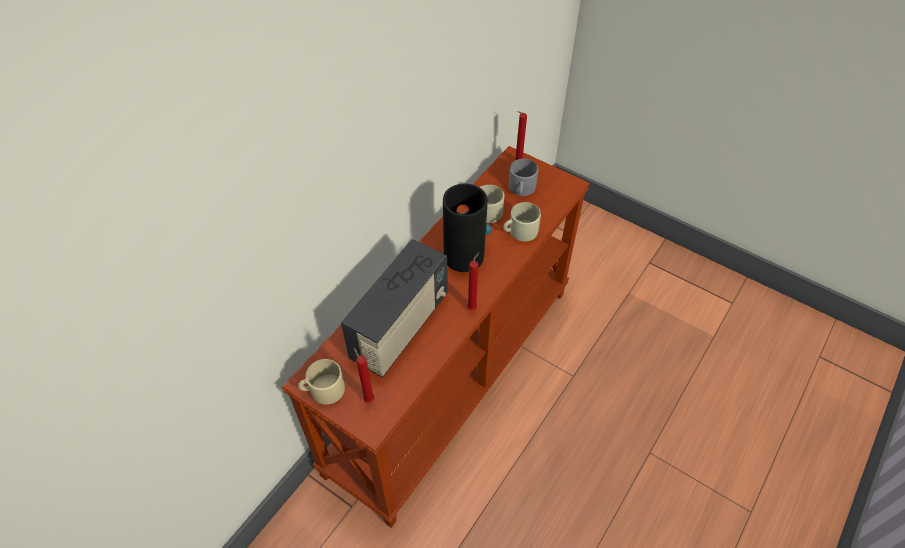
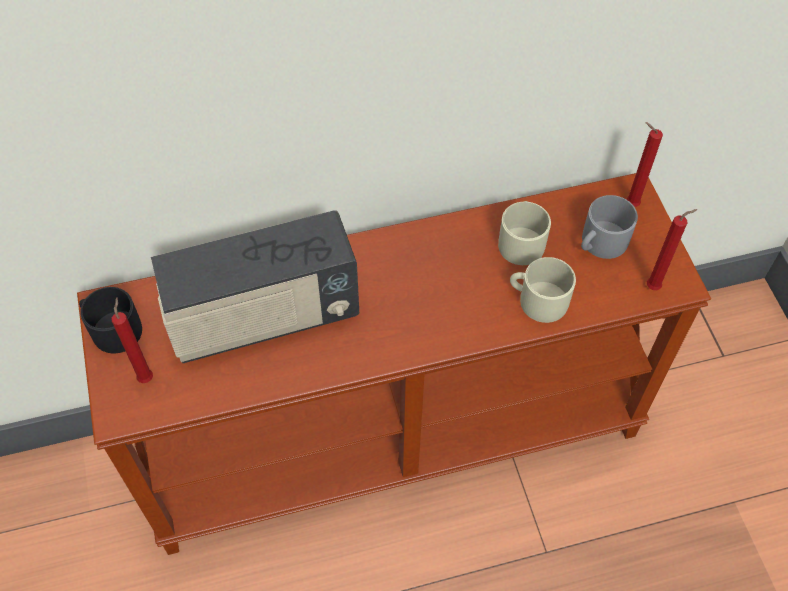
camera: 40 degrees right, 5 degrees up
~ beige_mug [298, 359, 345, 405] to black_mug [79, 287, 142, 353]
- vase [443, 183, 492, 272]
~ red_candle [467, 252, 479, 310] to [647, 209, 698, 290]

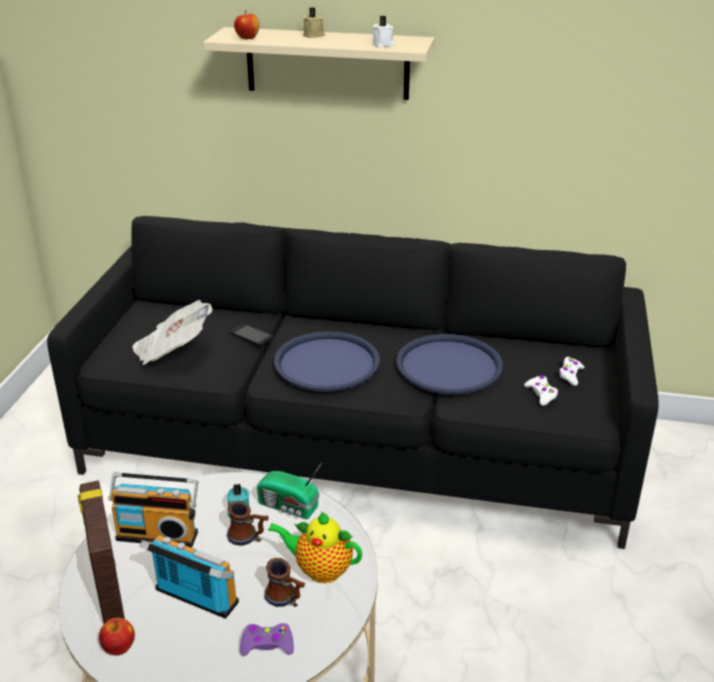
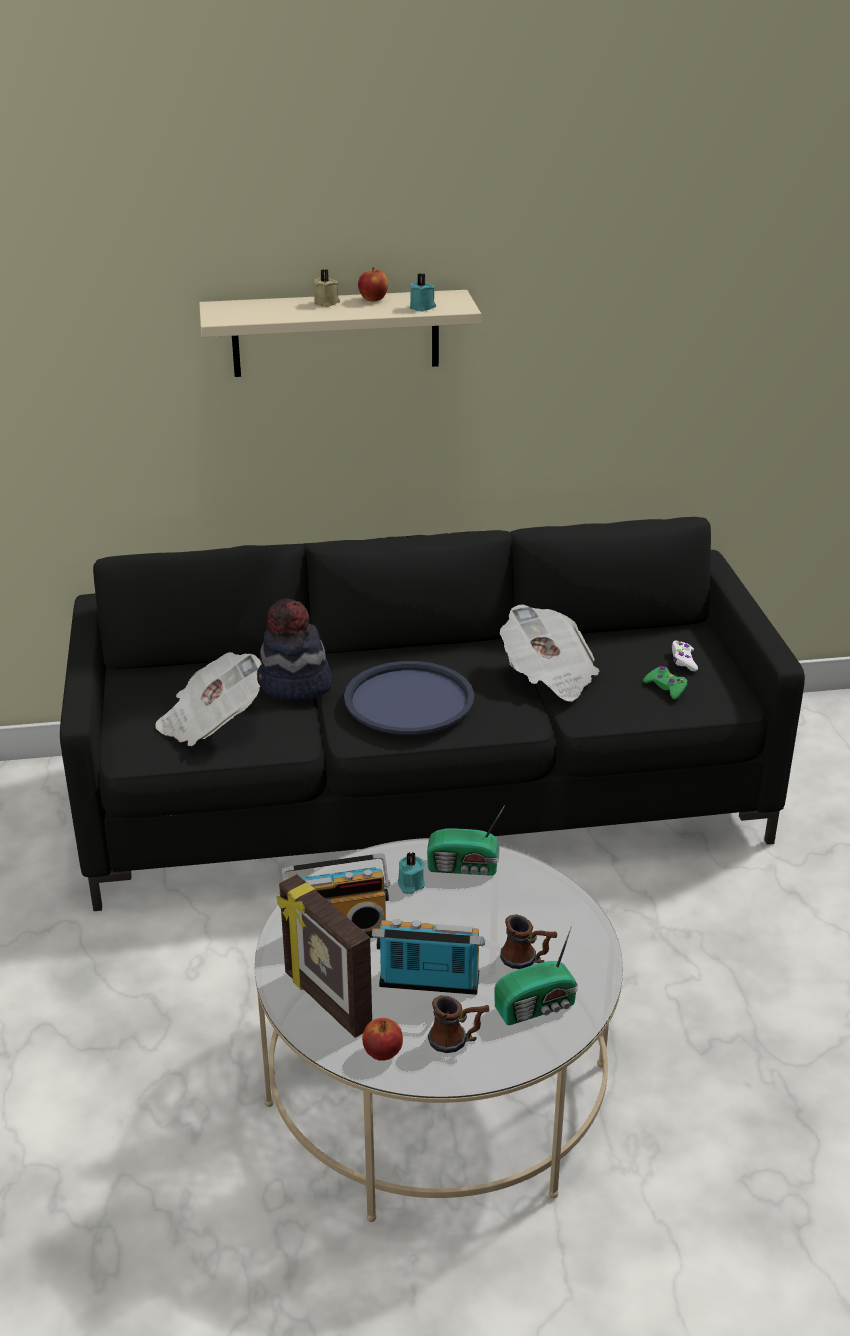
camera: 20 degrees left, 0 degrees up
~ mug [227, 501, 268, 546] to [428, 995, 489, 1053]
~ phone [229, 323, 274, 346] to hat [258, 598, 332, 701]
~ apple [234, 10, 259, 39] to [358, 267, 388, 301]
~ purple_game_controller [240, 623, 294, 656] to radio [494, 926, 578, 1025]
- teapot [268, 511, 362, 583]
~ white_candle [372, 16, 395, 48] to turquoise_candle [410, 273, 436, 312]
~ blue_tray [396, 334, 503, 394] to newspaper [500, 604, 600, 702]
~ white_game_controller [524, 375, 559, 406] to green_game_controller [643, 666, 688, 700]

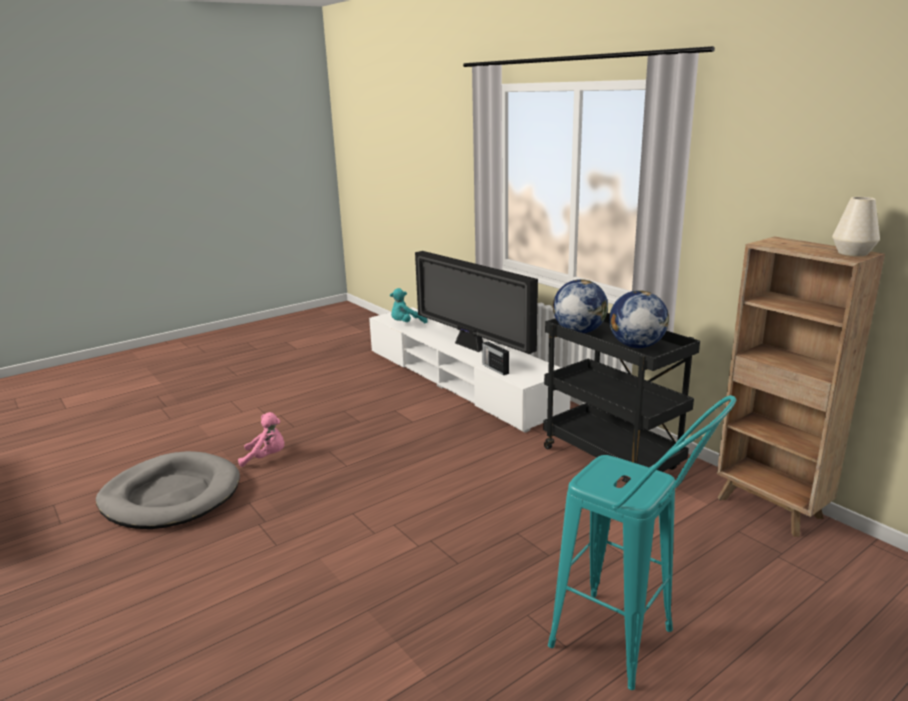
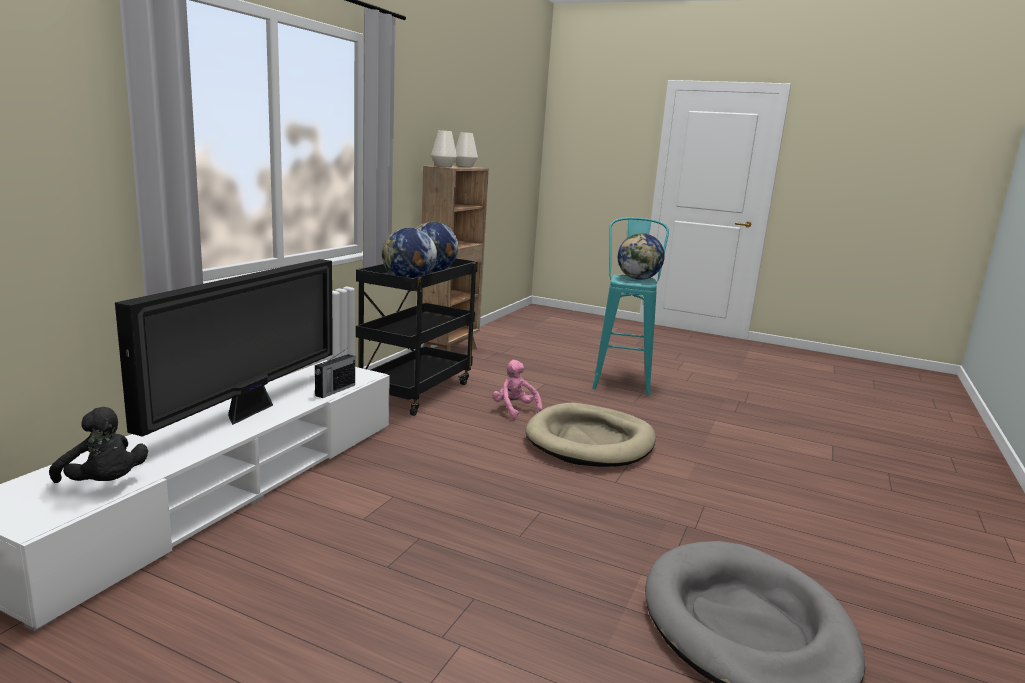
camera: 120 degrees left, 5 degrees down
~ pink_plush_toy [238, 412, 284, 467] to [492, 360, 543, 419]
~ turquoise_plush_toy [390, 288, 427, 323] to black_plush_toy [49, 407, 148, 483]
+ white_vase [431, 130, 457, 167]
+ beige_dog_bed [526, 403, 656, 467]
+ globe [618, 233, 665, 280]

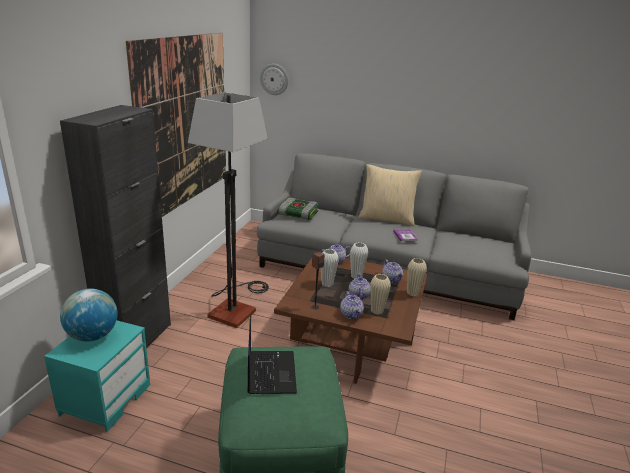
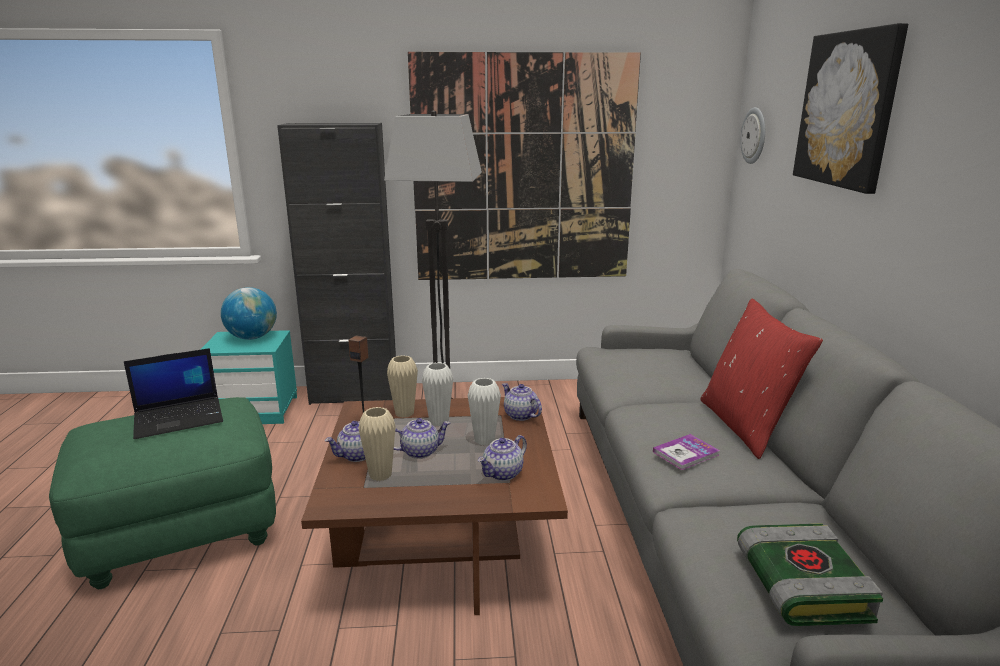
camera: 70 degrees right, 5 degrees down
~ book [277, 197, 319, 220] to [737, 523, 883, 626]
~ beige_pillow [359, 164, 422, 226] to red_pillow [700, 299, 823, 459]
~ beige_vase [407, 258, 427, 296] to [387, 355, 418, 418]
+ picture [793, 23, 908, 194]

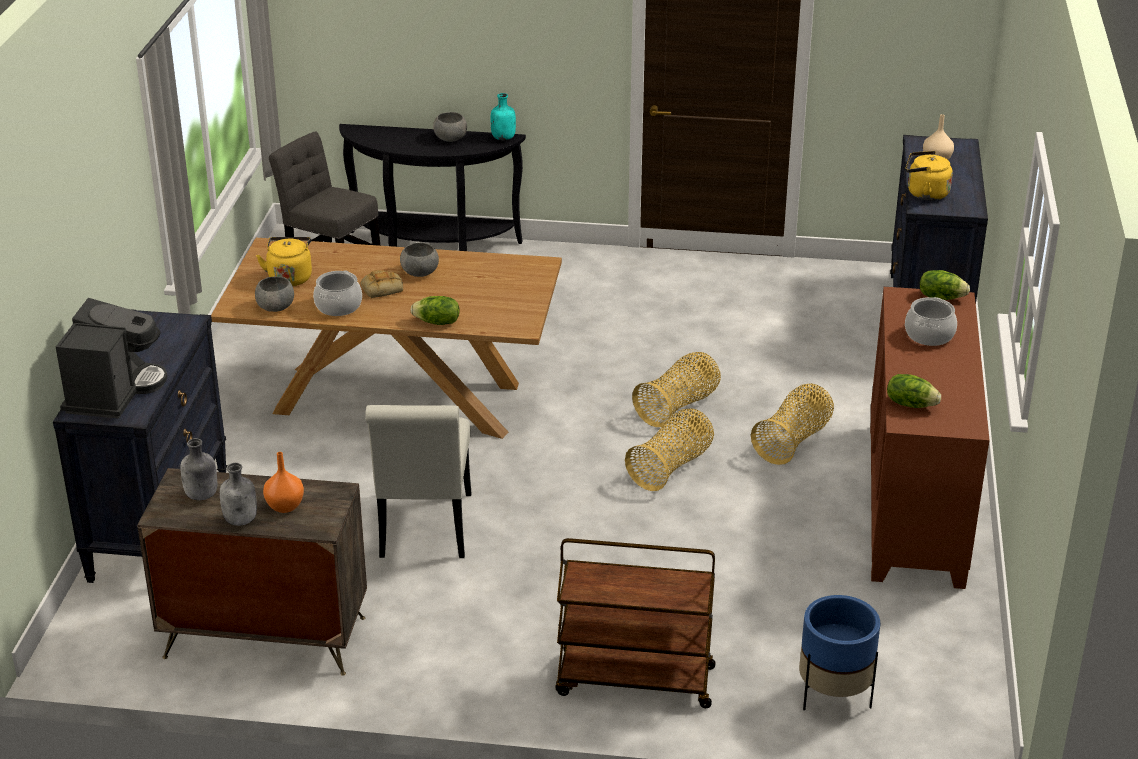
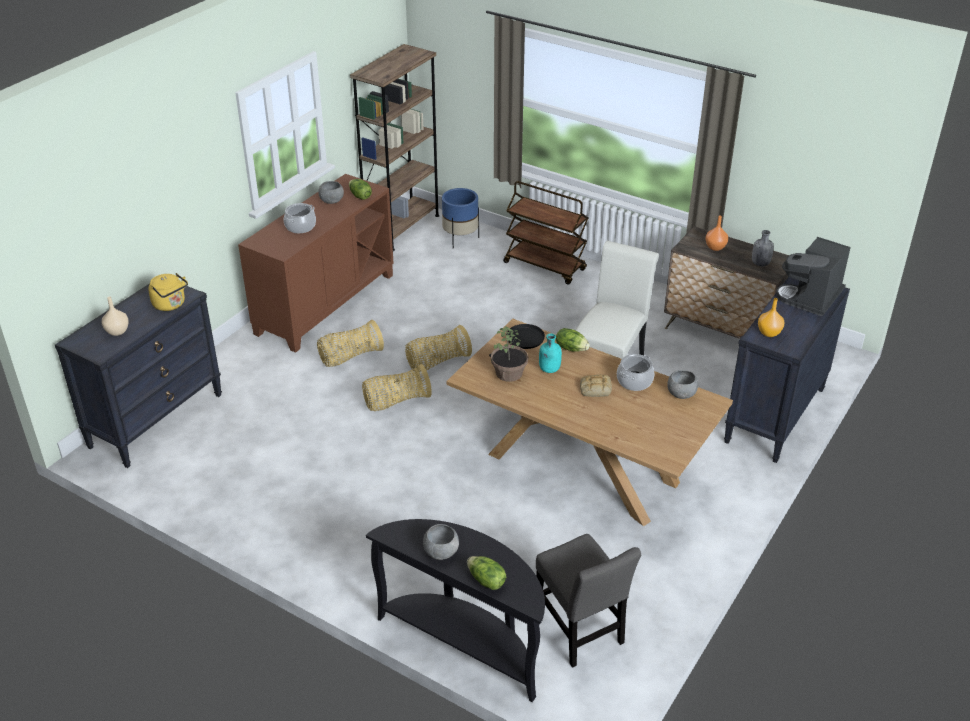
camera: 155 degrees left, 5 degrees up
- grey_bottle [220, 463, 257, 526]
- yellow_kettle [256, 237, 312, 286]
~ grey_bowl [400, 242, 439, 277] to [318, 181, 344, 204]
~ turquoise_bottle [491, 93, 516, 141] to [539, 333, 562, 373]
~ lettuce [920, 270, 970, 300] to [467, 556, 506, 590]
+ brown_bookcase [350, 44, 439, 251]
+ black_frying_pan [489, 324, 545, 357]
+ potted_plant [491, 327, 528, 382]
+ orange_vase [758, 298, 784, 337]

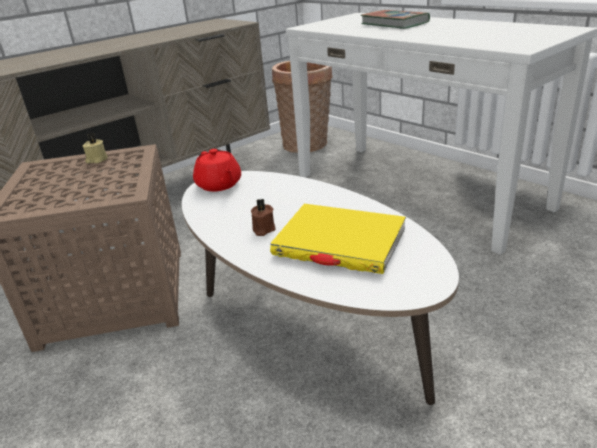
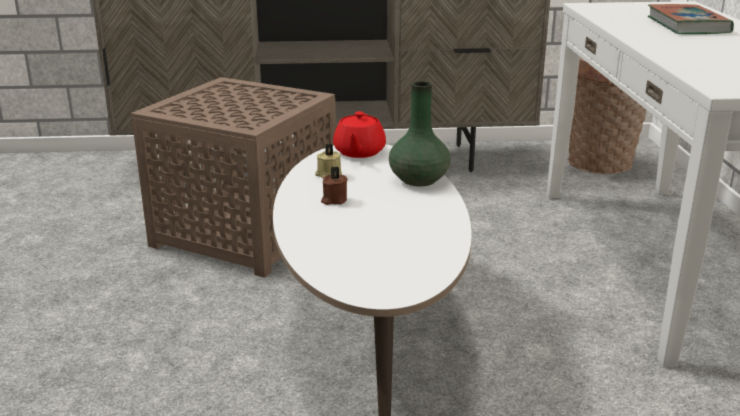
camera: 35 degrees right, 5 degrees down
~ beige_candle [82, 133, 108, 164] to [315, 144, 342, 179]
- yellow_book [270, 204, 406, 274]
+ green_vase [389, 81, 451, 187]

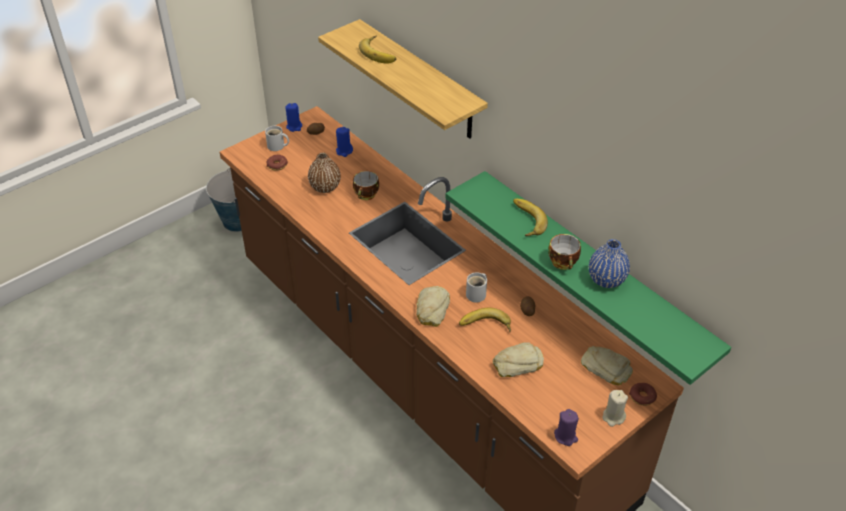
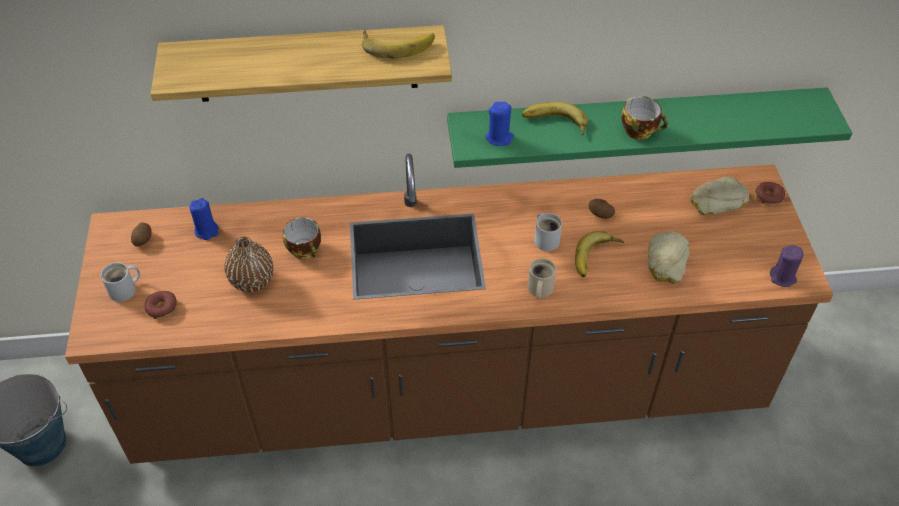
camera: 55 degrees left, 5 degrees up
~ blue_candle [286, 103, 302, 132] to [485, 102, 514, 146]
~ banana [359, 35, 396, 64] to [362, 30, 435, 59]
~ bread [416, 286, 450, 327] to beige_mug [528, 258, 556, 299]
- blue_vase [589, 239, 630, 288]
- beige_candle [603, 390, 628, 427]

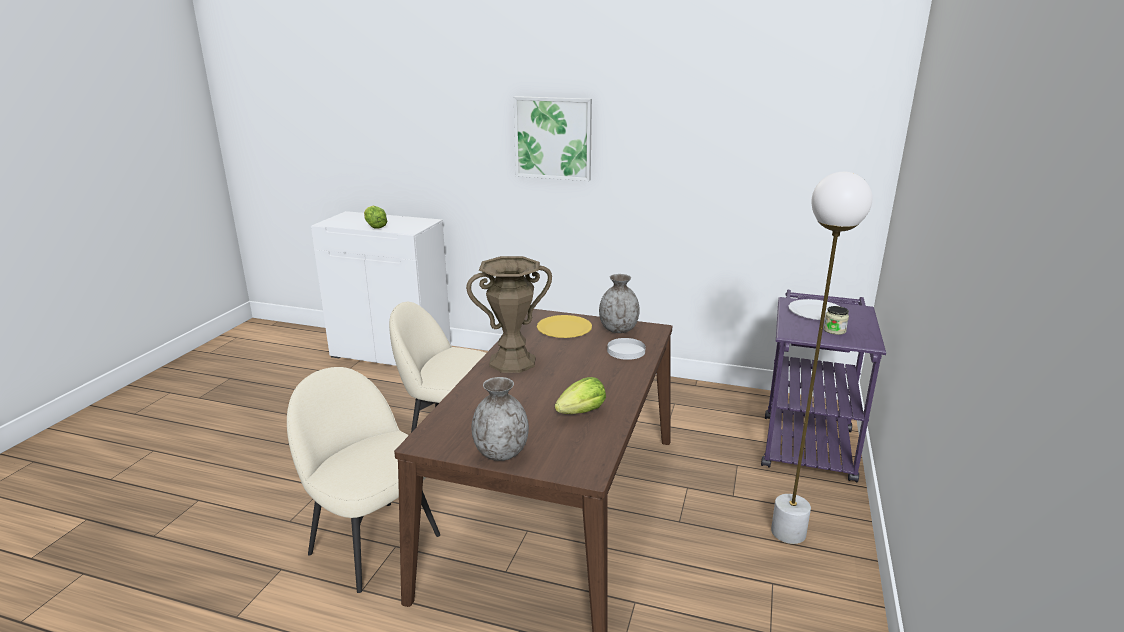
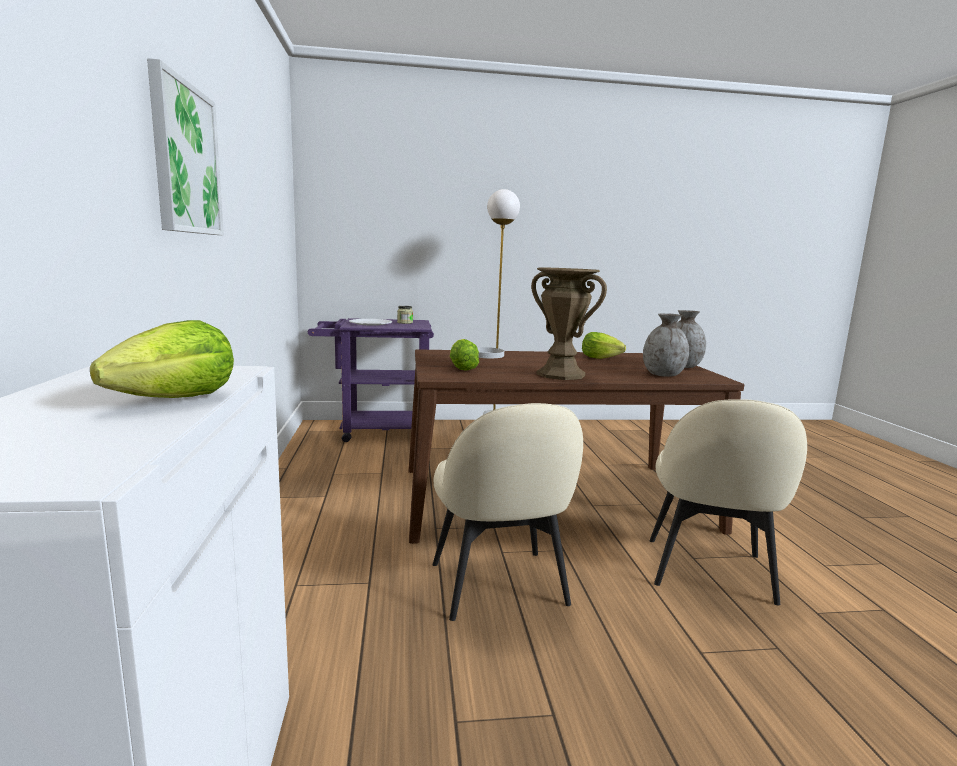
camera: 115 degrees left, 10 degrees down
~ yellow_plate [537, 315, 592, 338] to lettuce [450, 339, 479, 371]
~ grey_vase [599, 274, 640, 333] to [643, 313, 689, 377]

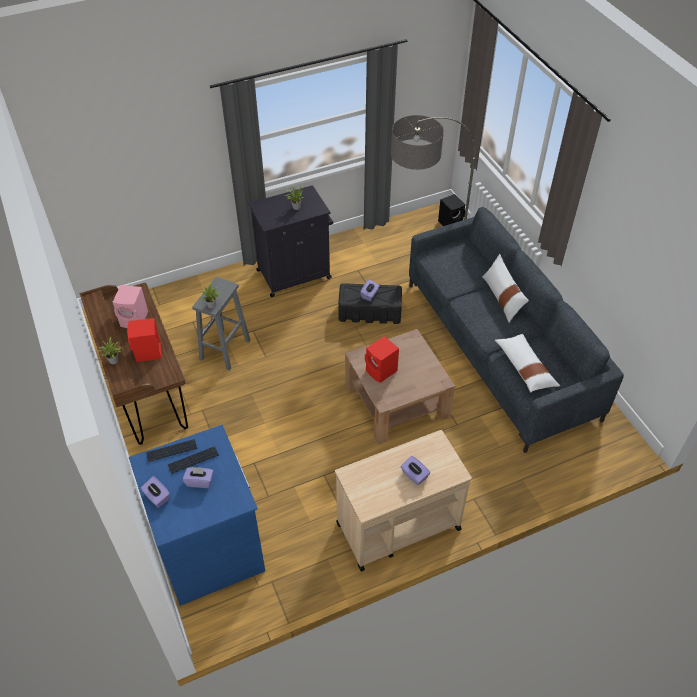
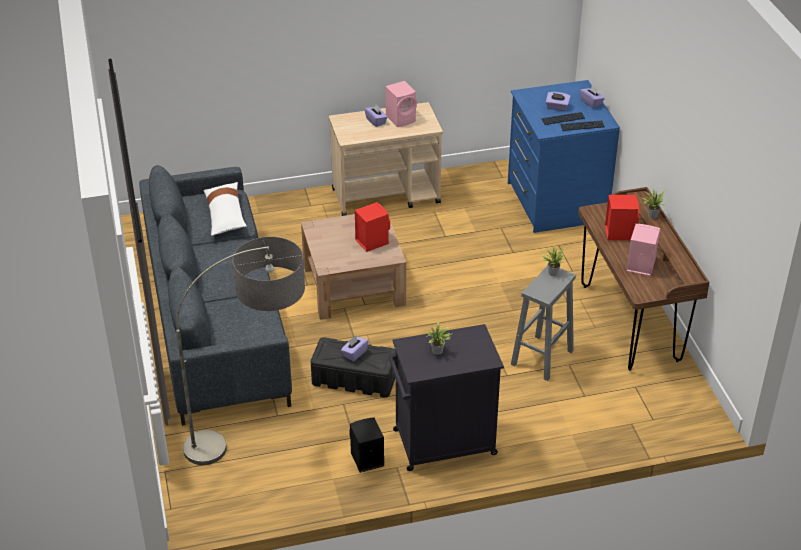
camera: 170 degrees left, 10 degrees down
~ black_speaker [438, 194, 465, 226] to [349, 417, 384, 473]
- white_pillow [482, 254, 529, 323]
+ pink_speaker [386, 81, 417, 127]

